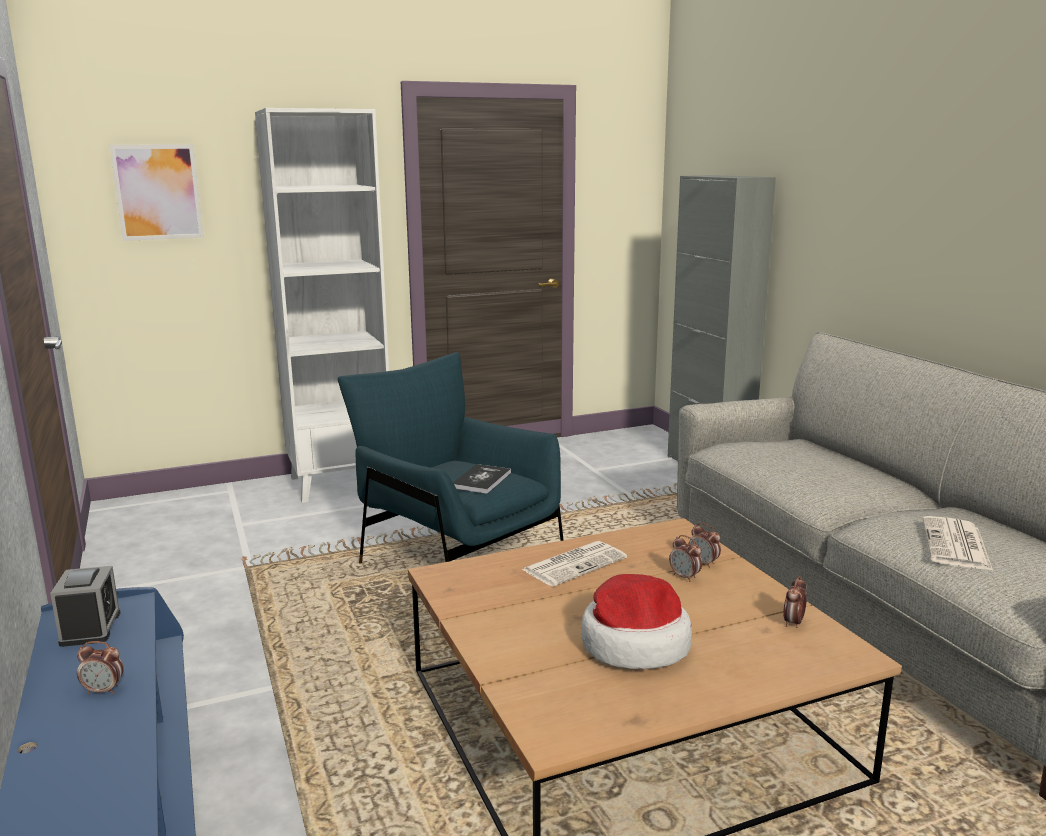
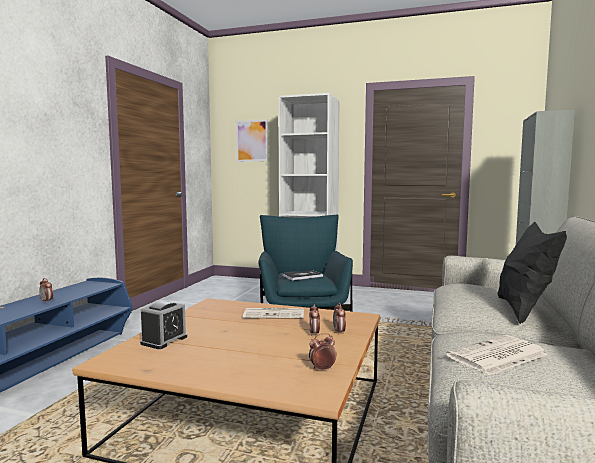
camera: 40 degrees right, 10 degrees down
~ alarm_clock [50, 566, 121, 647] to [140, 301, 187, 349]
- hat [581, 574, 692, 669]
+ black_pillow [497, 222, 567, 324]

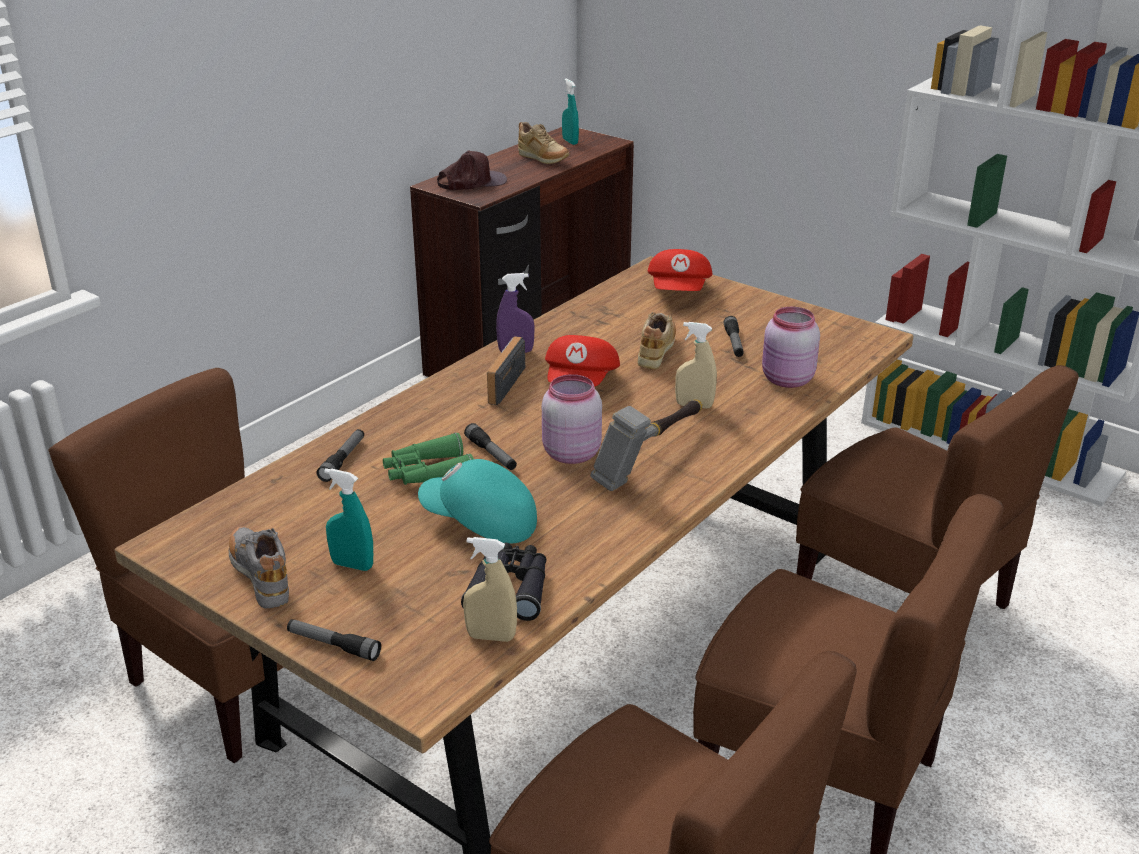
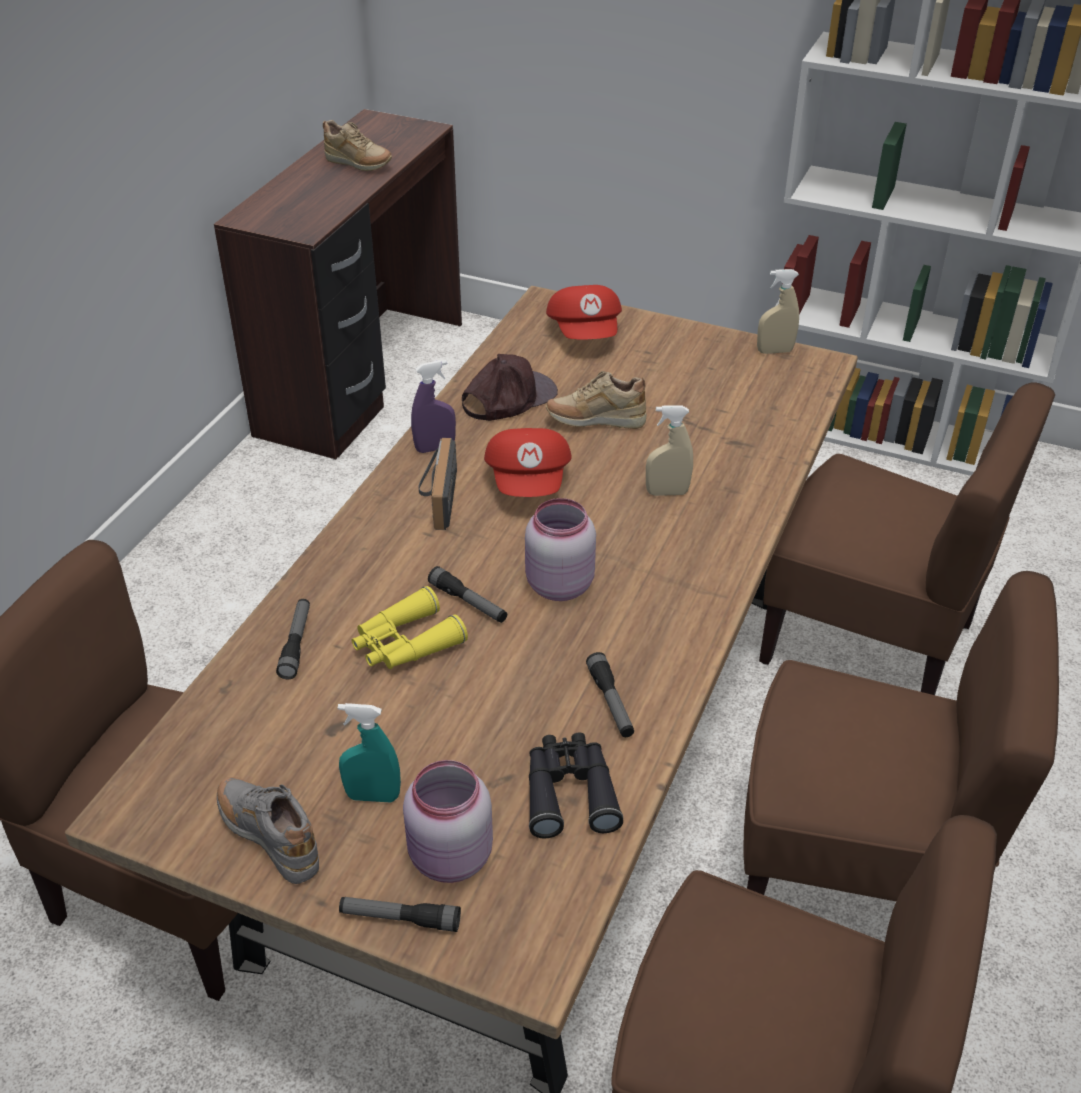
camera: 15 degrees left, 10 degrees up
~ green_binoculars [383, 433, 474, 485] to yellow_binoculars [352, 586, 468, 669]
- turquoise_cap [418, 459, 537, 543]
~ brown_cap [437, 151, 507, 190] to [462, 354, 558, 421]
~ beige_spray_bottle [463, 537, 517, 642] to [757, 269, 799, 354]
- turquoise_spray_bottle [562, 79, 579, 145]
- hammer [590, 399, 703, 491]
~ beige_shoe [638, 312, 676, 369] = [546, 371, 646, 429] 90 degrees counterclockwise
~ flashlight [724, 316, 744, 357] to [586, 652, 634, 737]
~ pink_jar [762, 307, 820, 388] to [403, 760, 493, 883]

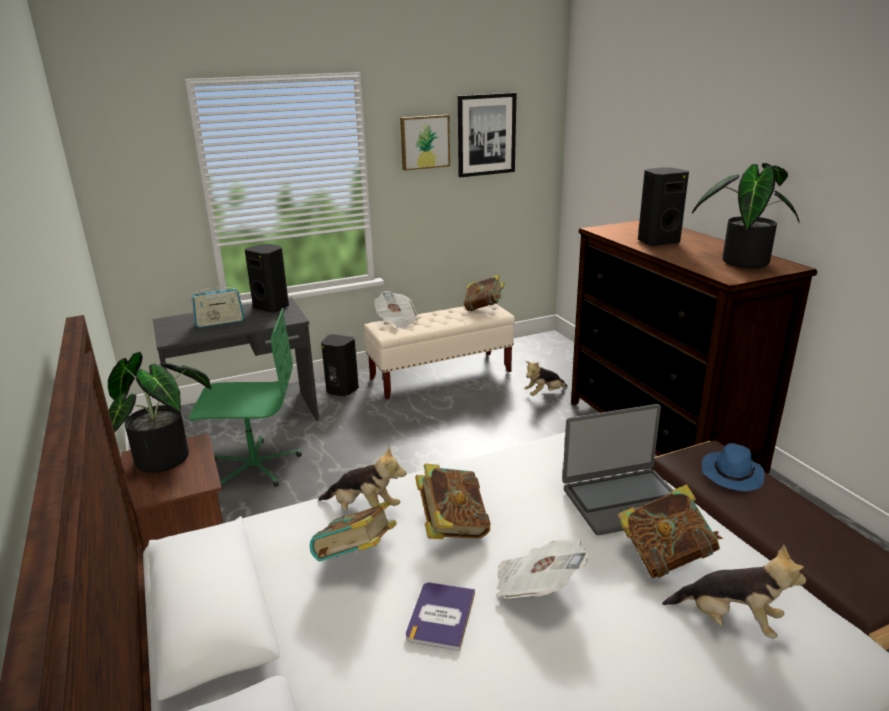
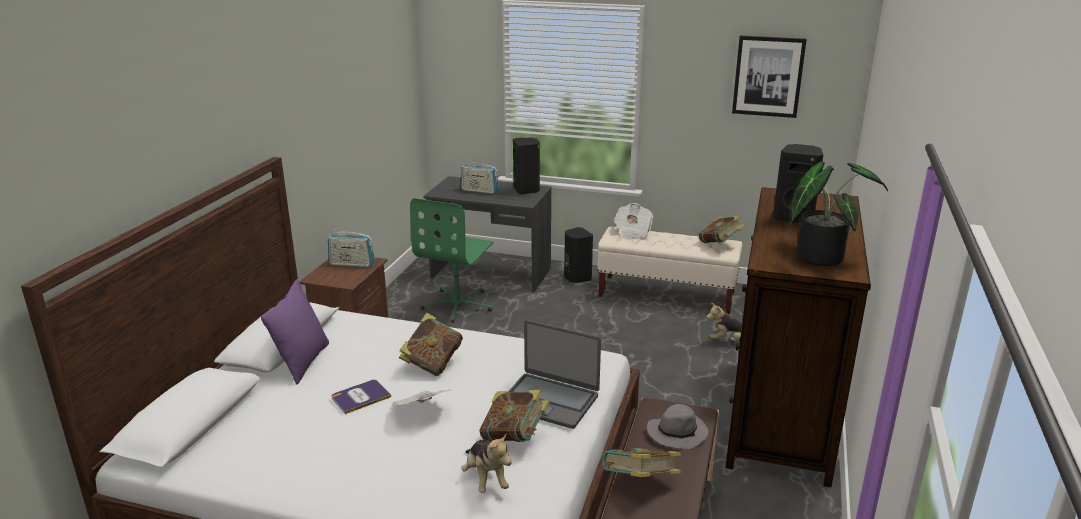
camera: 40 degrees right, 0 degrees up
~ potted_plant [108, 351, 211, 473] to radio [328, 229, 375, 267]
~ green_office_chair [189, 308, 302, 488] = [410, 198, 494, 323] 75 degrees clockwise
~ book [310, 501, 397, 561] to [602, 448, 681, 477]
- plush_toy [318, 446, 406, 511]
- picture [400, 115, 450, 171]
~ blue_hat [702, 443, 765, 491] to grey_hat [647, 404, 708, 449]
+ purple_pillow [261, 279, 329, 384]

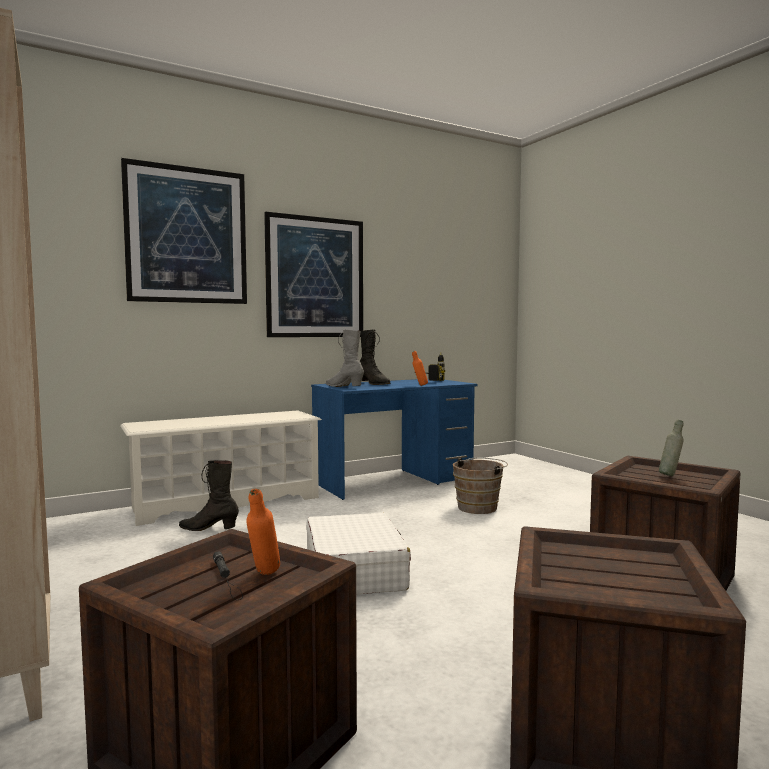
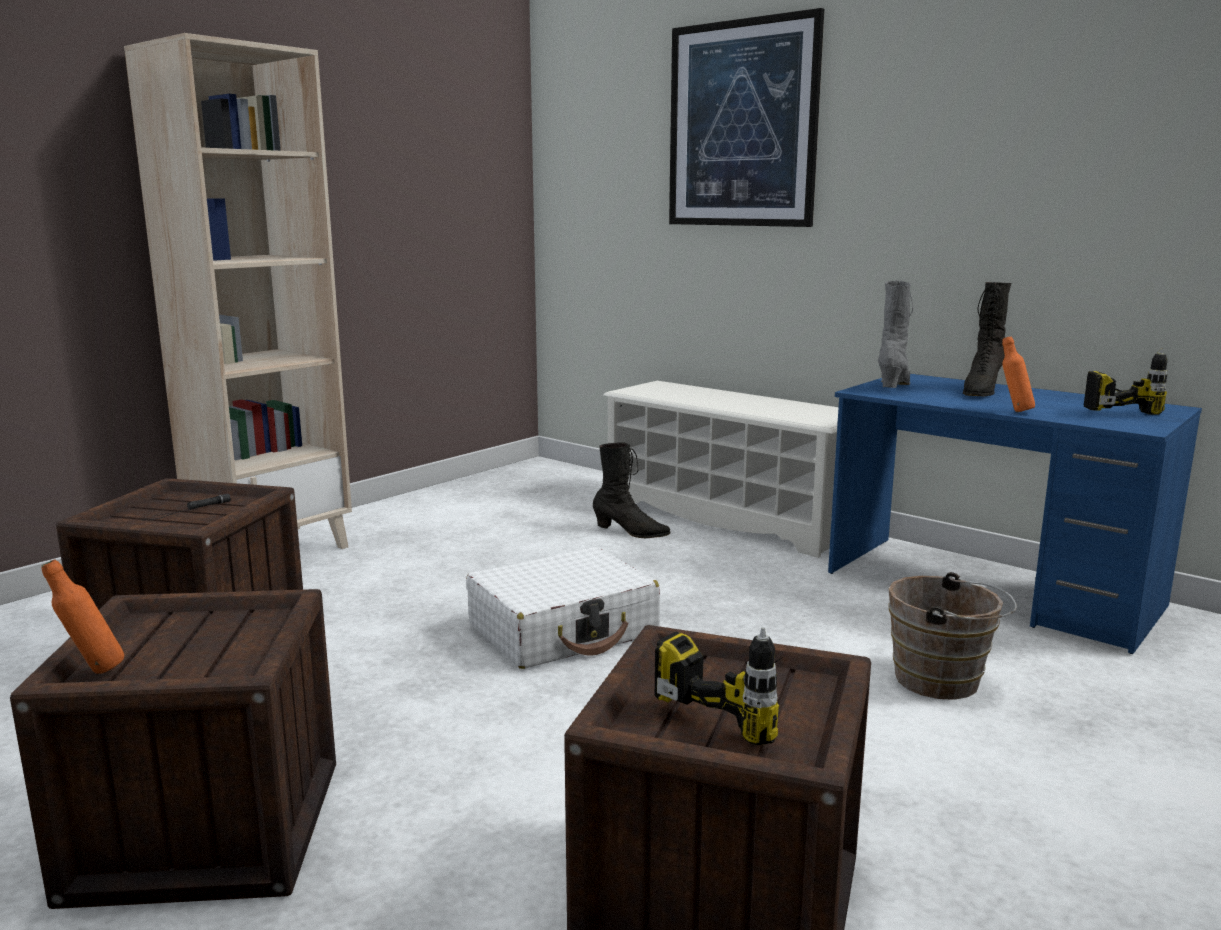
camera: 70 degrees right, 10 degrees up
~ black_boot [179, 460, 239, 531] = [593, 442, 671, 538] 120 degrees clockwise
~ orange_bottle [246, 489, 280, 575] to [41, 560, 124, 674]
- picture [264, 212, 363, 337]
~ grey_bottle [659, 420, 684, 476] to power_drill [655, 627, 786, 745]

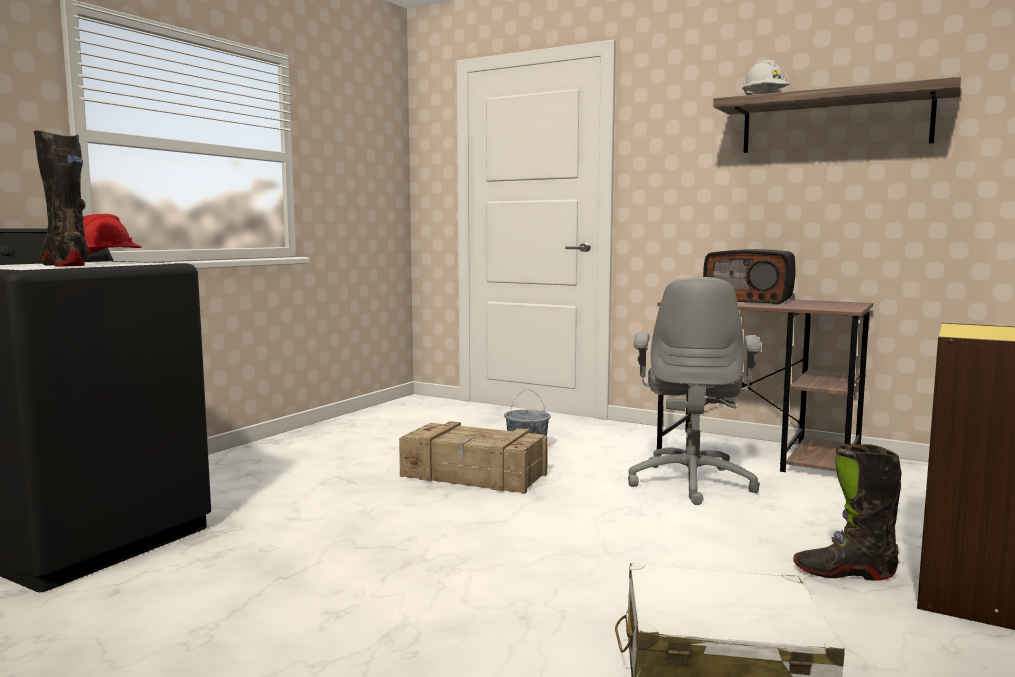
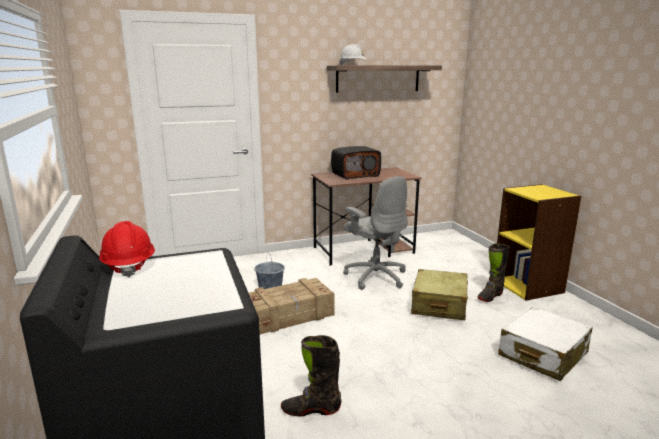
camera: 50 degrees left, 10 degrees up
~ black_boot [34, 130, 88, 267] to [281, 335, 342, 416]
+ beige_suitcase [411, 269, 468, 320]

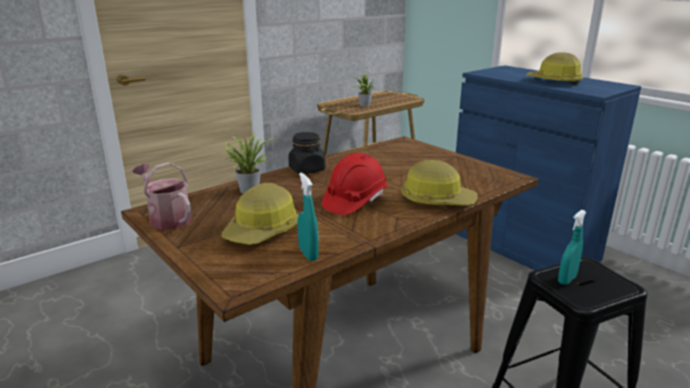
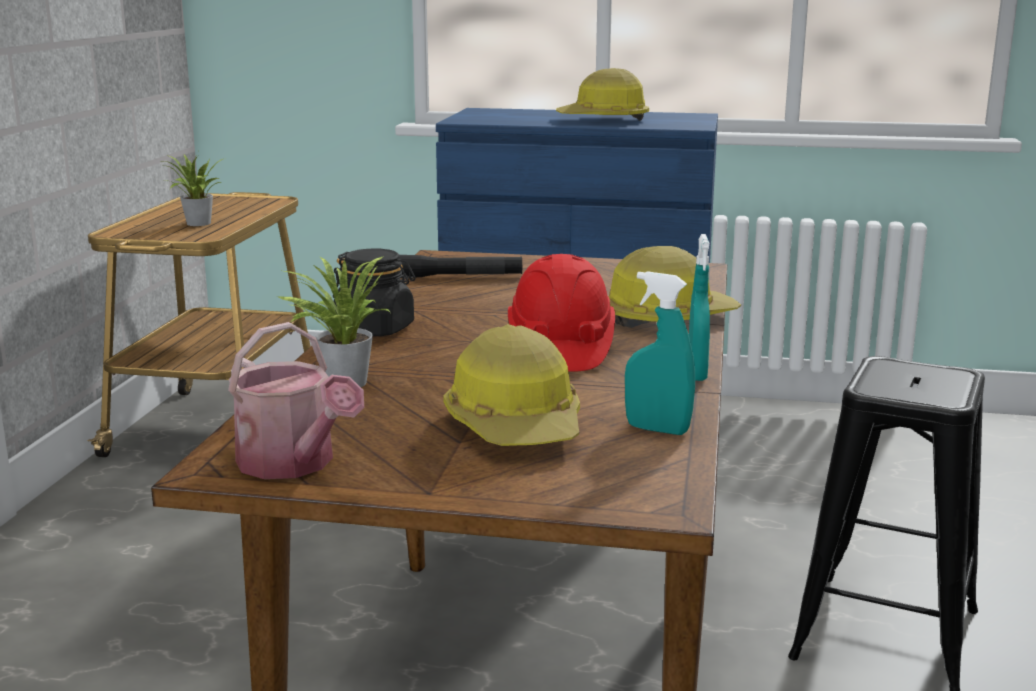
camera: 40 degrees left, 5 degrees down
~ watering_can [132, 162, 192, 230] = [228, 322, 364, 479] 135 degrees counterclockwise
~ turquoise_spray_bottle [558, 210, 586, 285] to [689, 234, 710, 381]
+ black_flashlight [399, 255, 522, 278]

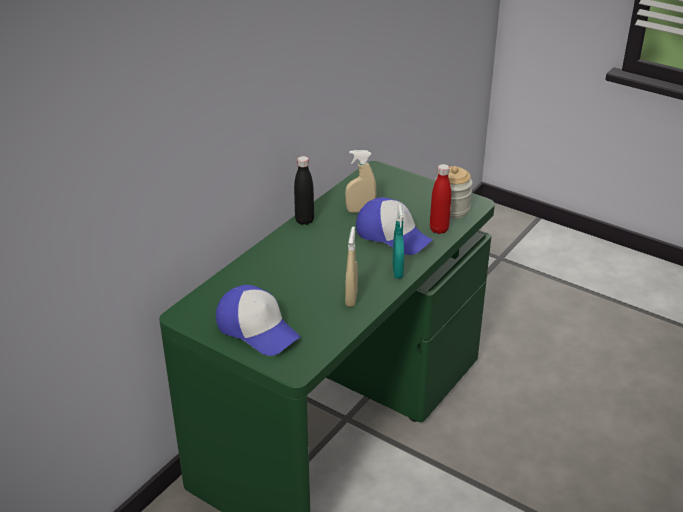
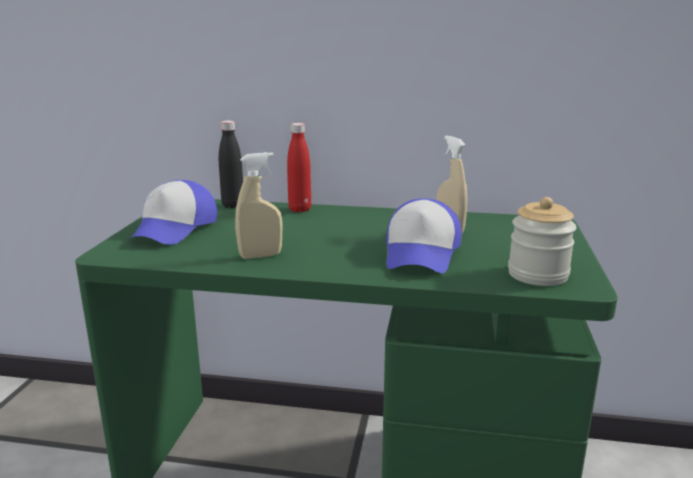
camera: 65 degrees right, 15 degrees down
~ black_bottle [294, 156, 314, 225] to [219, 120, 243, 208]
- turquoise_spray_bottle [392, 205, 404, 279]
~ red_bottle [430, 164, 451, 234] to [287, 123, 311, 212]

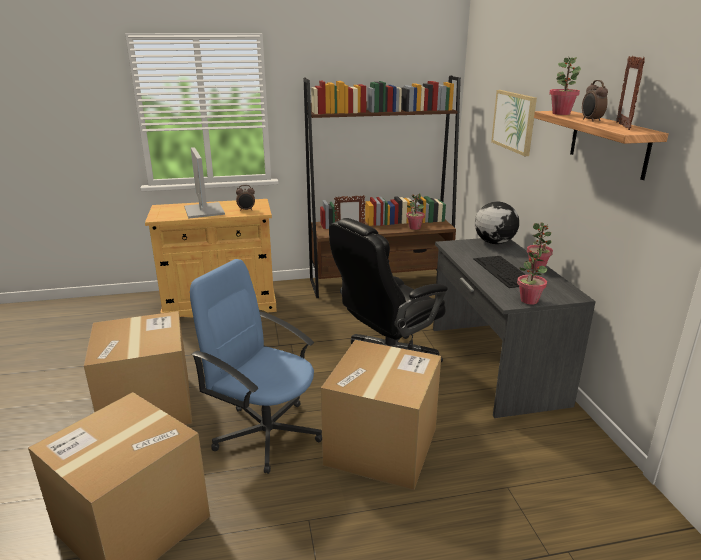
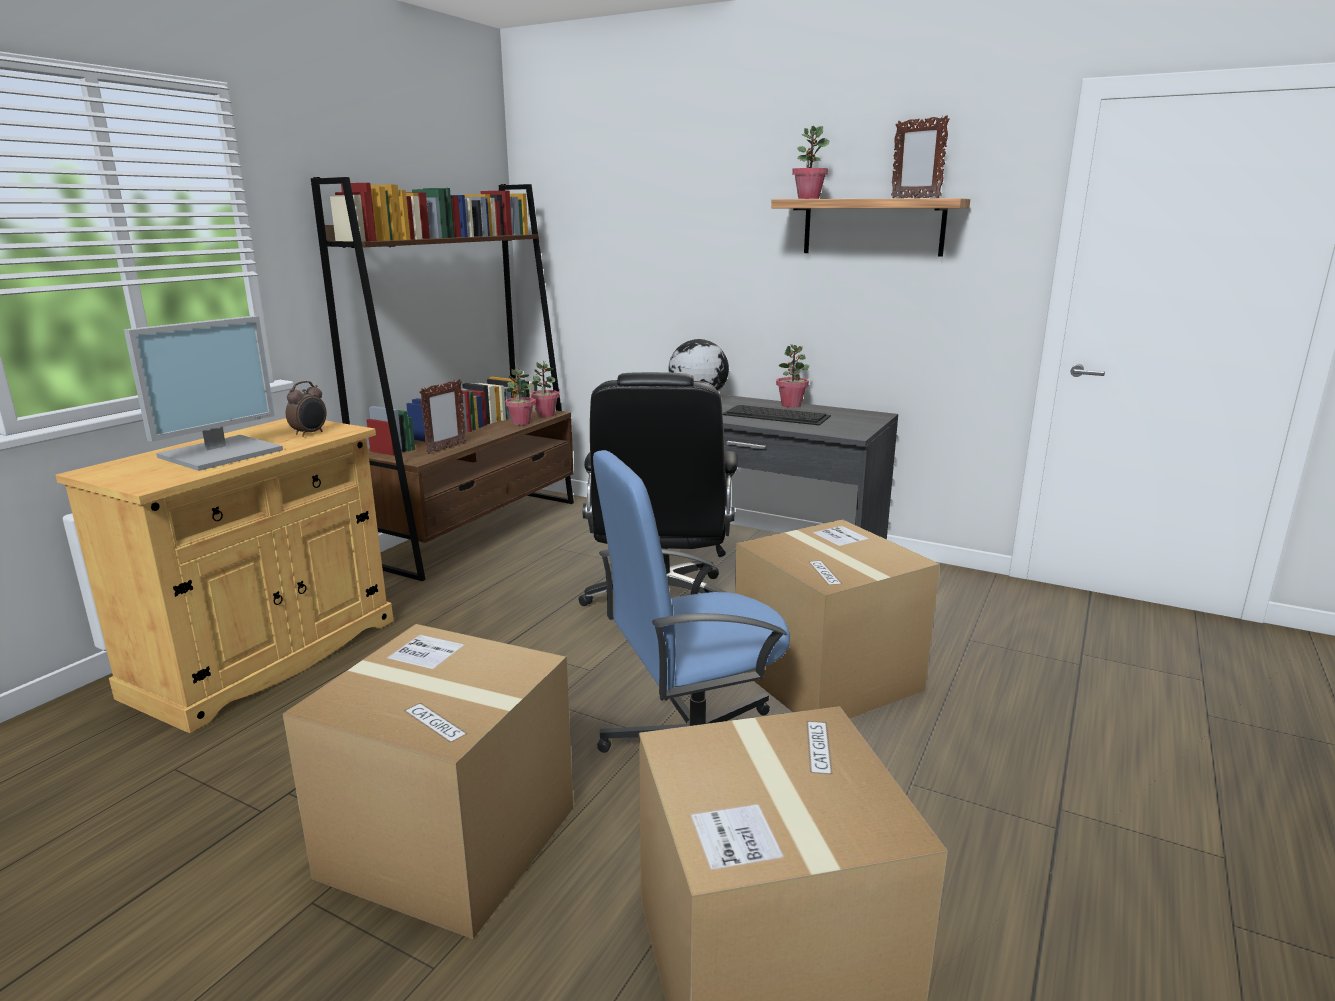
camera: 50 degrees left, 5 degrees down
~ monitor [184, 147, 225, 219] = [124, 316, 283, 471] 105 degrees clockwise
- picture [491, 90, 537, 156]
~ potted_plant [517, 249, 547, 305] to [531, 361, 559, 417]
- alarm_clock [582, 80, 608, 122]

